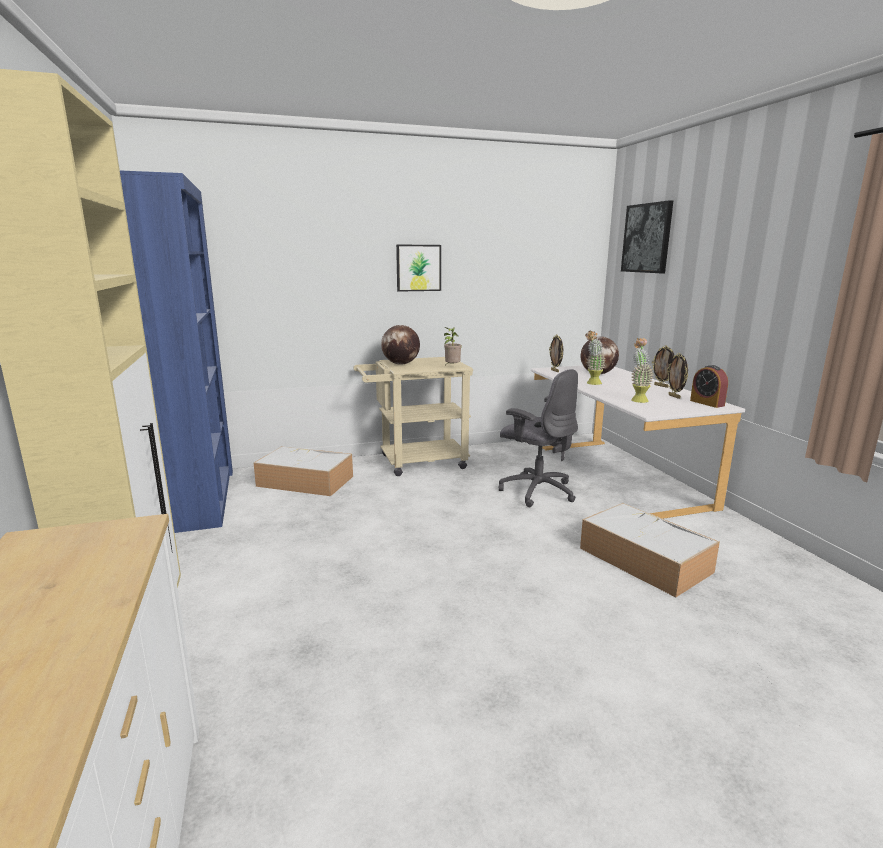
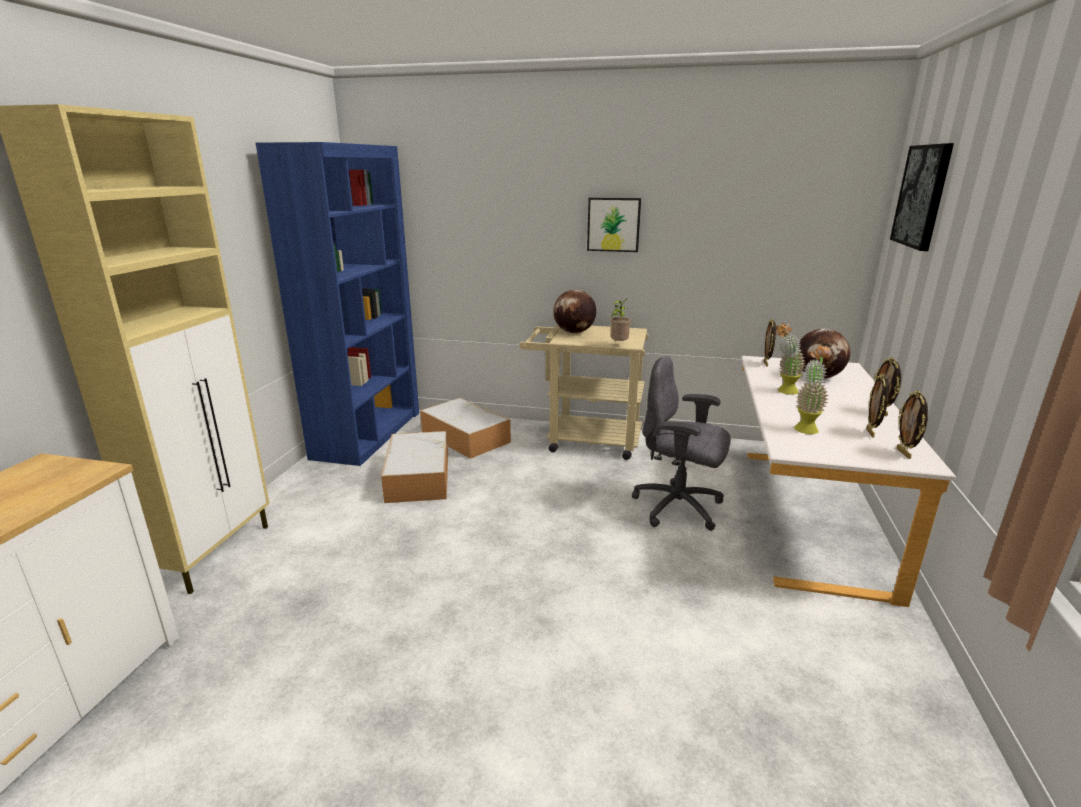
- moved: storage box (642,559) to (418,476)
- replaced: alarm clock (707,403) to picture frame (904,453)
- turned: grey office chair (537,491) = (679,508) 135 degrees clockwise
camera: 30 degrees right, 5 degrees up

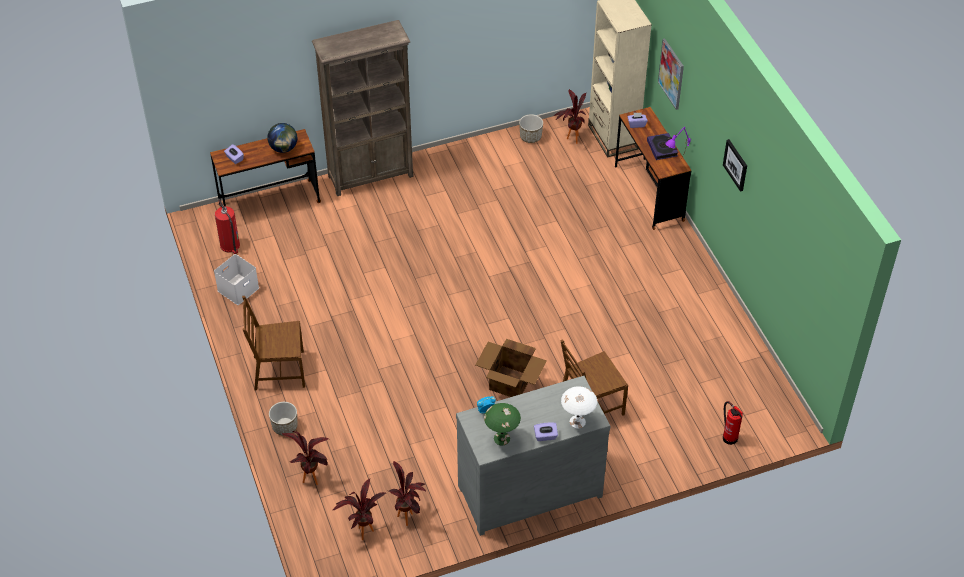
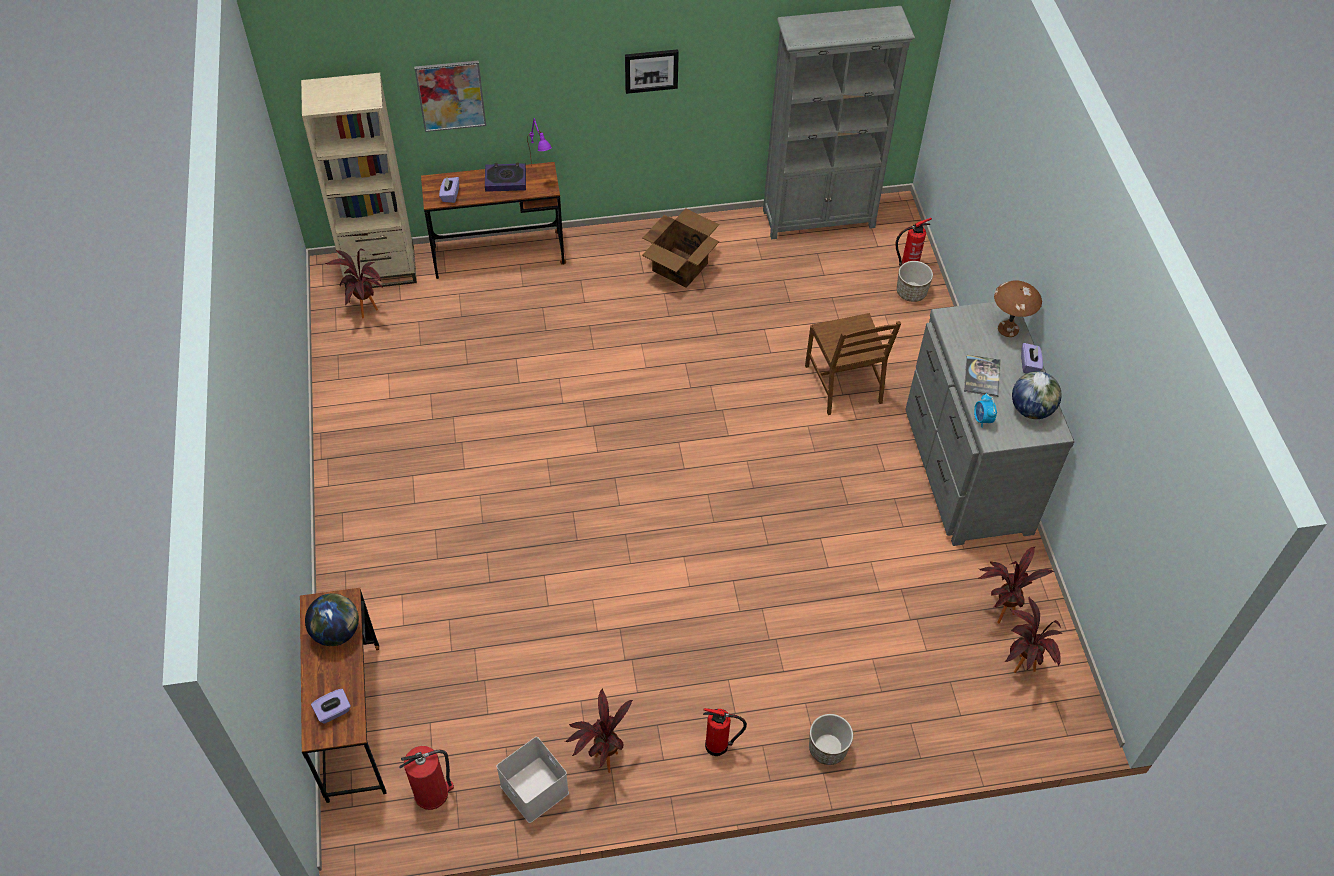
- removed: brown bookcase (371,176)
- added: grey bookcase (819,219)
- added: book (982,376)
- moved: potted plant (311,476) to (600,759)
- moved: cardboard box (511,383) to (680,266)
- moved: planter (530,137) to (911,292)
- replaced: brown chair (278,371) to fire extinguisher (719,746)
- replaced: green table lamp (502,438) to globe (1031,409)
- recoloured: white table lamp (577,422) to brown table lamp (1008,329)
camera: 80 degrees left, 5 degrees up

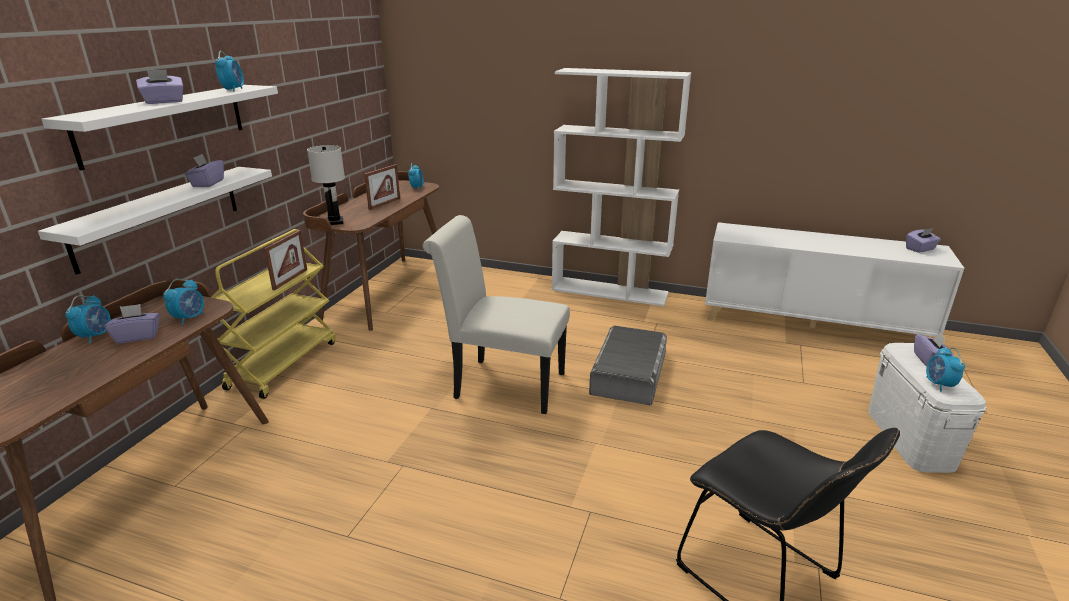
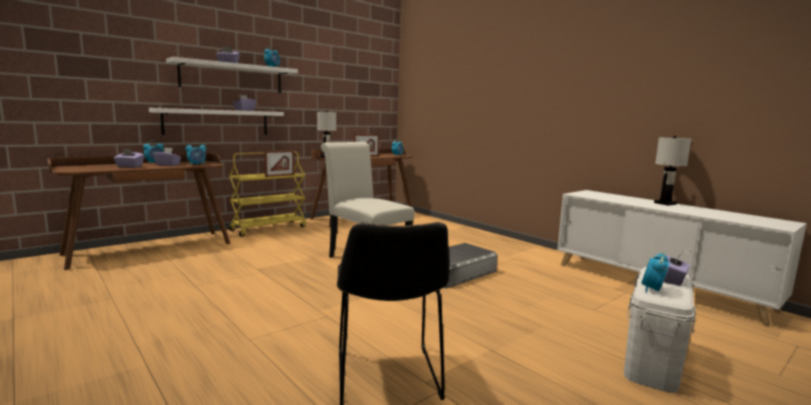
- removed: white bookcase (610,291)
- added: white table lamp (664,203)
- moved: purple tissue box (920,249) to (129,166)
camera: 30 degrees right, 15 degrees down

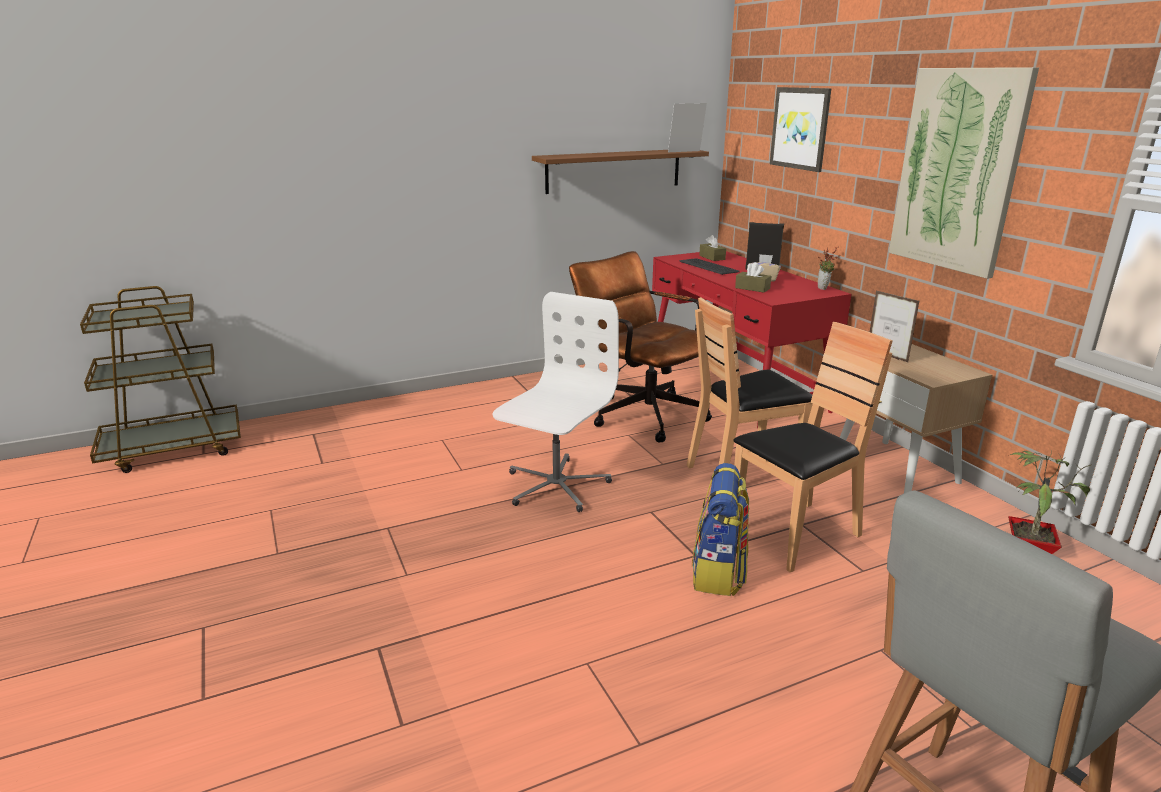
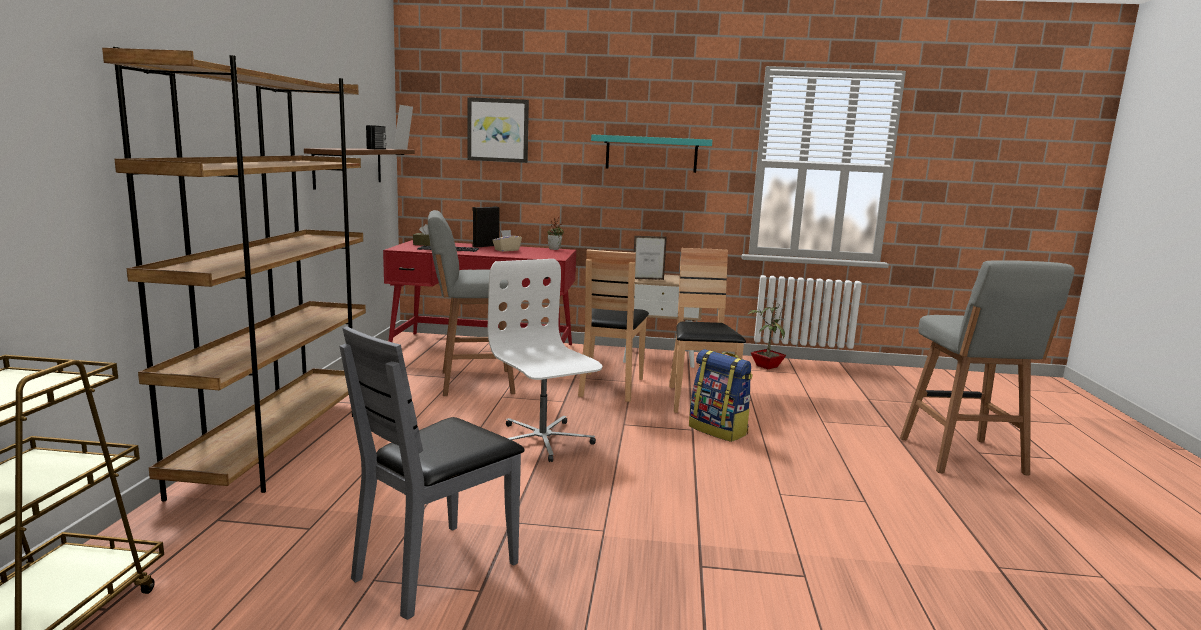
- removed: brown tissue box (752,288)
- added: brown bookcase (279,446)
- added: grey chair (436,569)
- added: radio (377,149)
- replaced: brown office chair (641,412) to grey stool (473,382)
- replaced: picture (957,170) to turquoise shelf (651,154)
camera: 60 degrees left, 10 degrees down

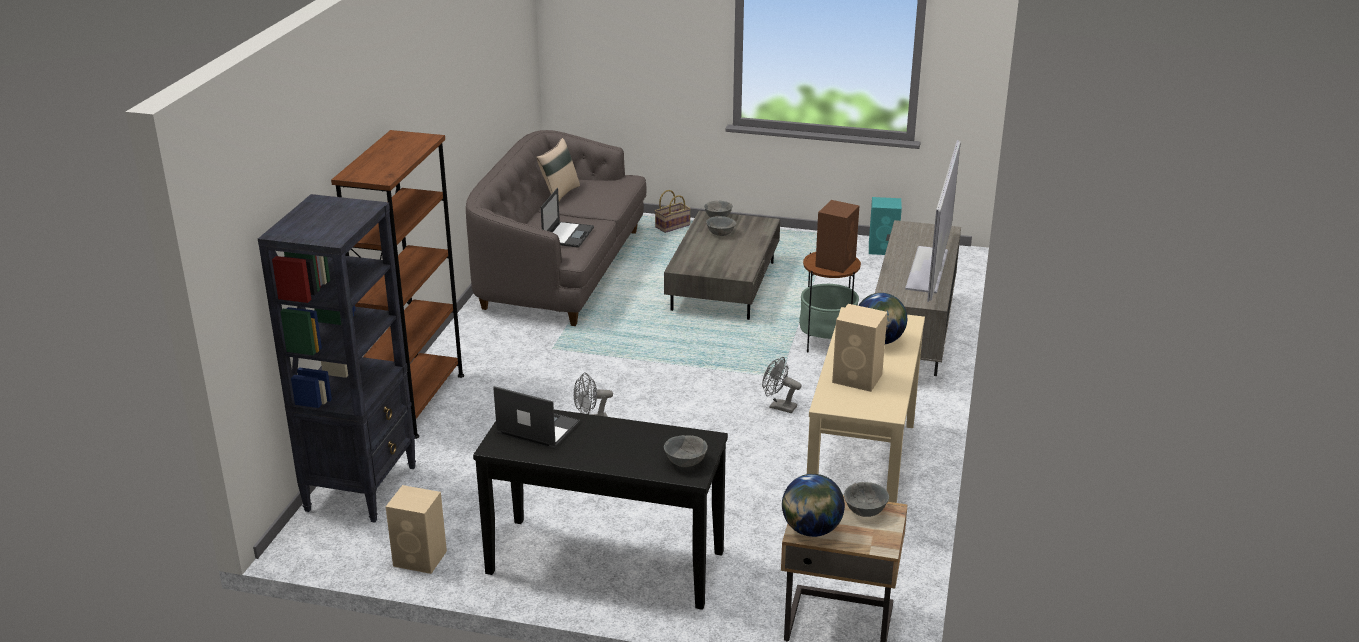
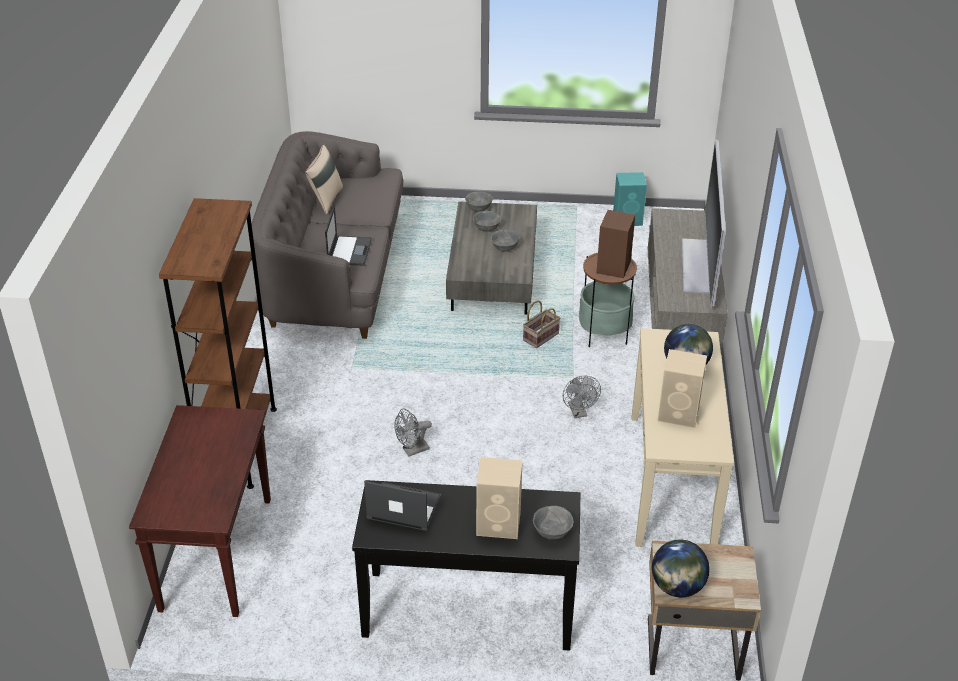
- moved: beige speaker (421,559) to (499,524)
- moved: basket (673,226) to (541,336)
- moved: grey bowl (865,511) to (504,248)
- replaced: black bookcase (362,487) to brown console table (216,553)
- turned: grey fan (778,406) = (579,413) 120 degrees counterclockwise
camera: 10 degrees left, 10 degrees up

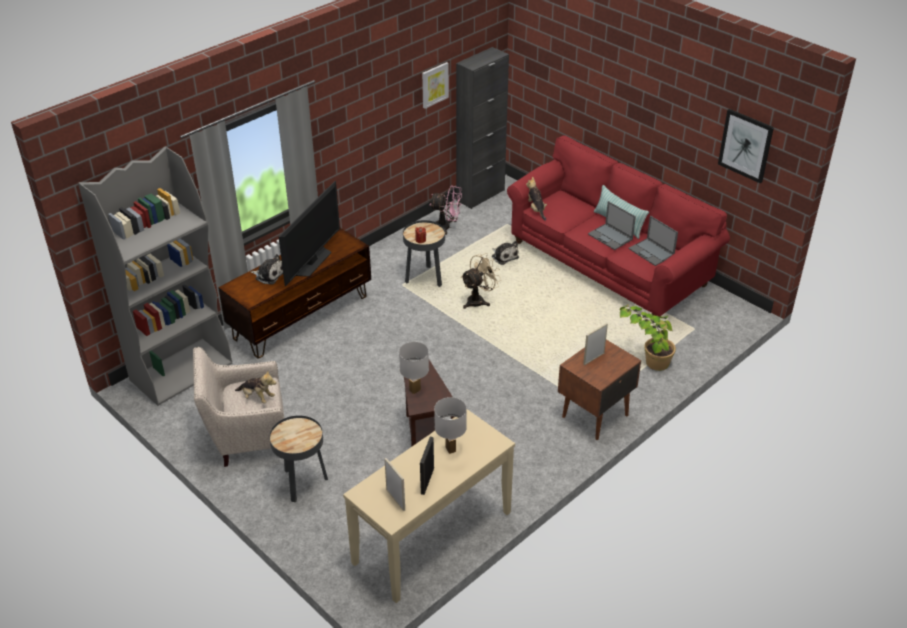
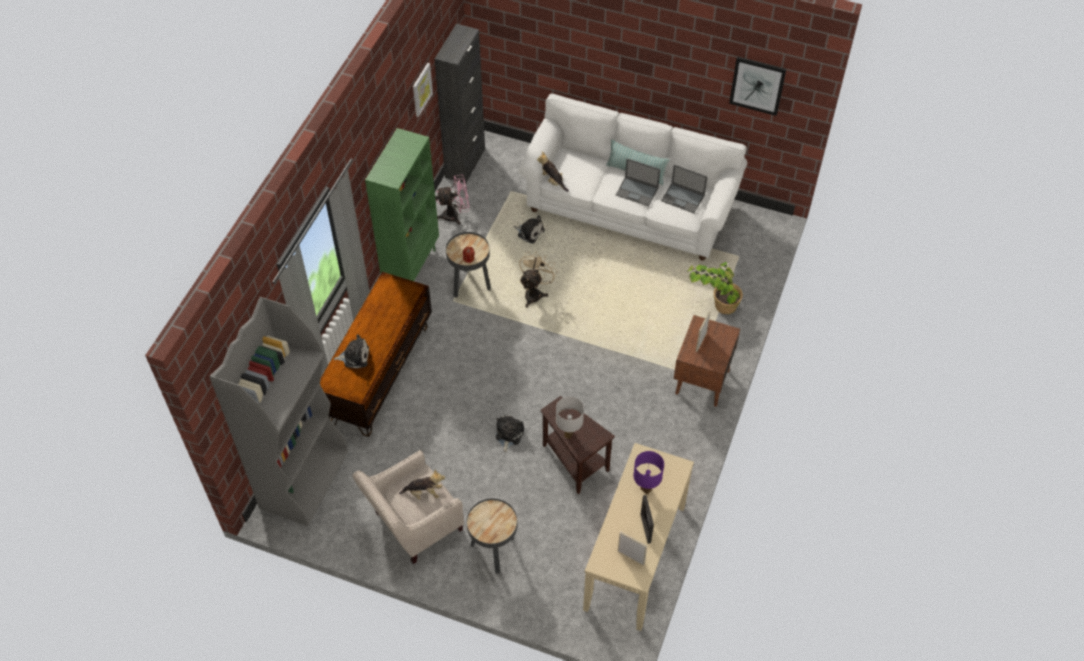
- removed: television (312,262)
- added: green bookcase (411,266)
- added: plush toy (508,435)
- recoloured: white table lamp (450,449) to purple table lamp (645,489)
- recoloured: red sofa (609,264) to white sofa (629,208)
camera: 25 degrees left, 15 degrees up

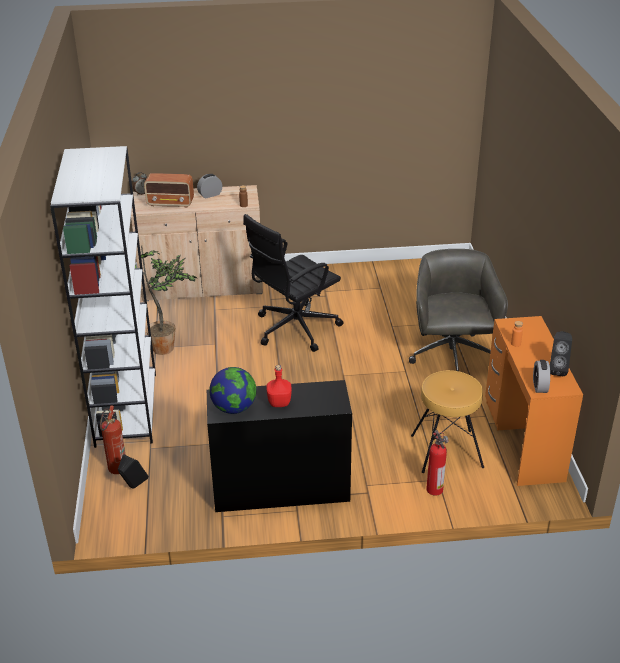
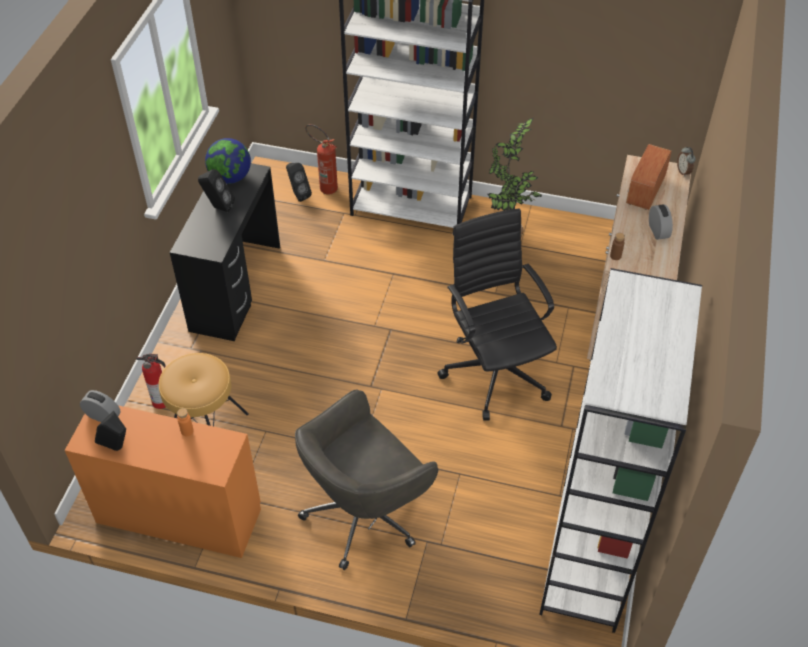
- added: white bookcase (588,559)
- replaced: red bottle (279,403) to black speaker (218,207)
- turned: grey office chair (451,356) = (365,513) 120 degrees clockwise
camera: 110 degrees right, 15 degrees up

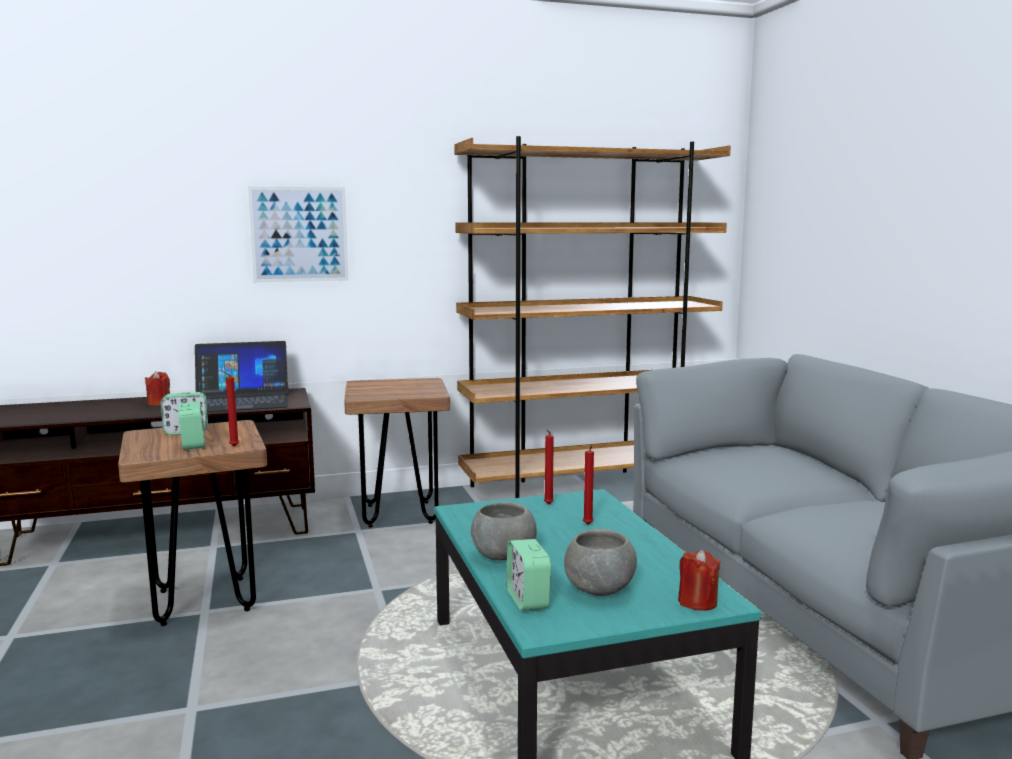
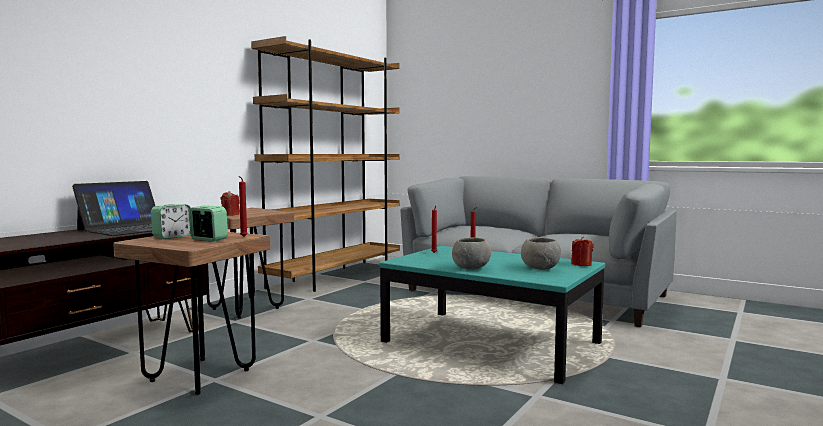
- removed: picture (299,234)
- removed: alarm clock (527,600)
- moved: red candle (159,403) to (230,215)
camera: 40 degrees left, 5 degrees down

